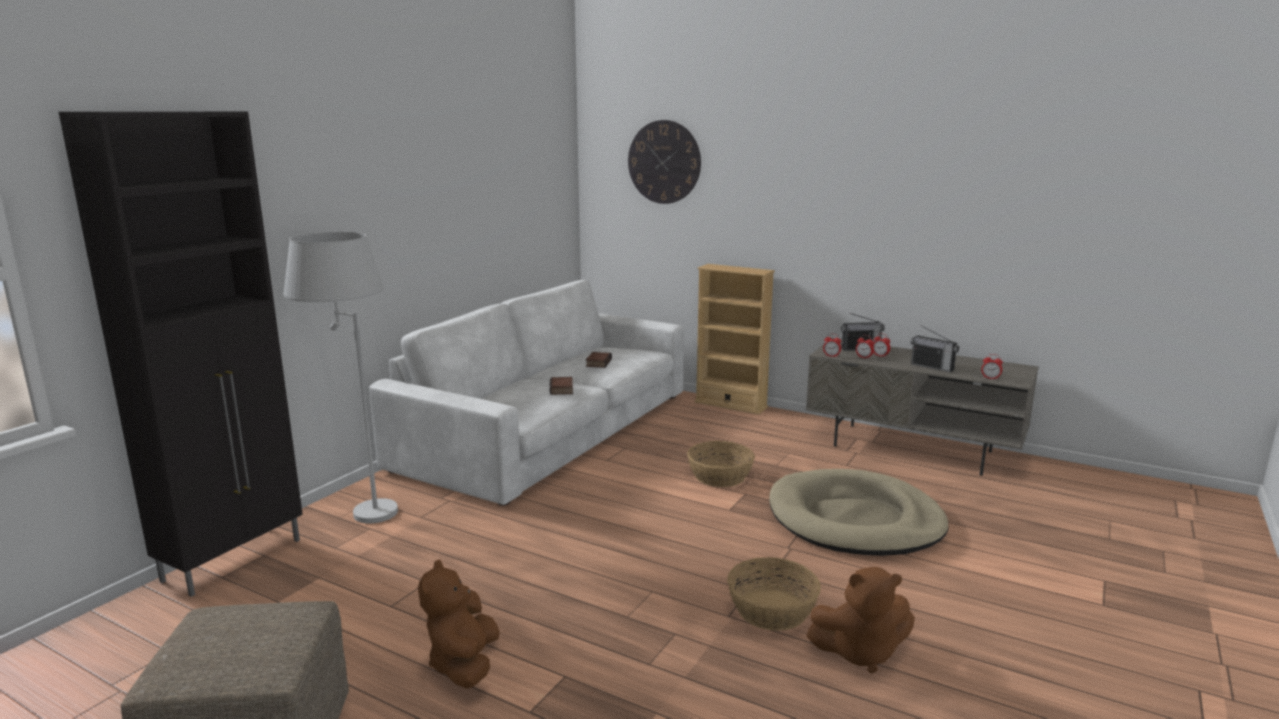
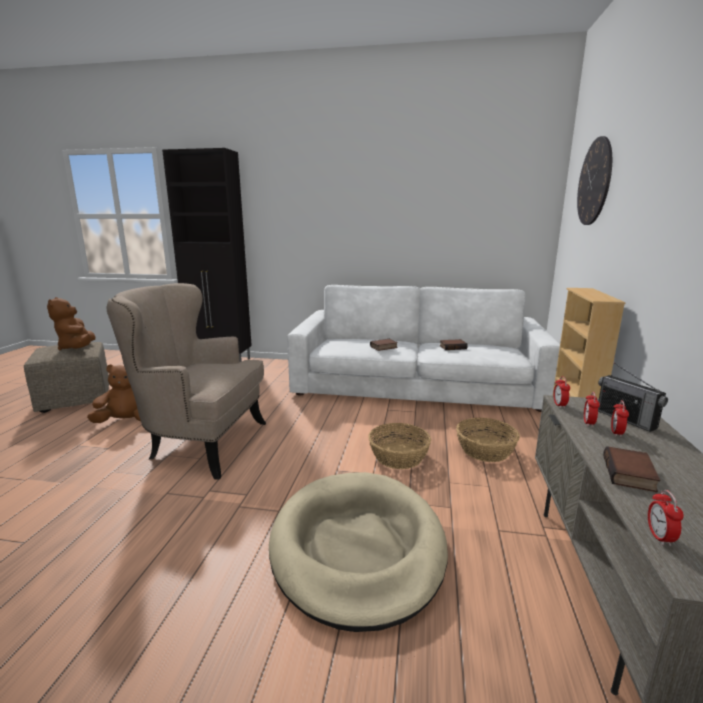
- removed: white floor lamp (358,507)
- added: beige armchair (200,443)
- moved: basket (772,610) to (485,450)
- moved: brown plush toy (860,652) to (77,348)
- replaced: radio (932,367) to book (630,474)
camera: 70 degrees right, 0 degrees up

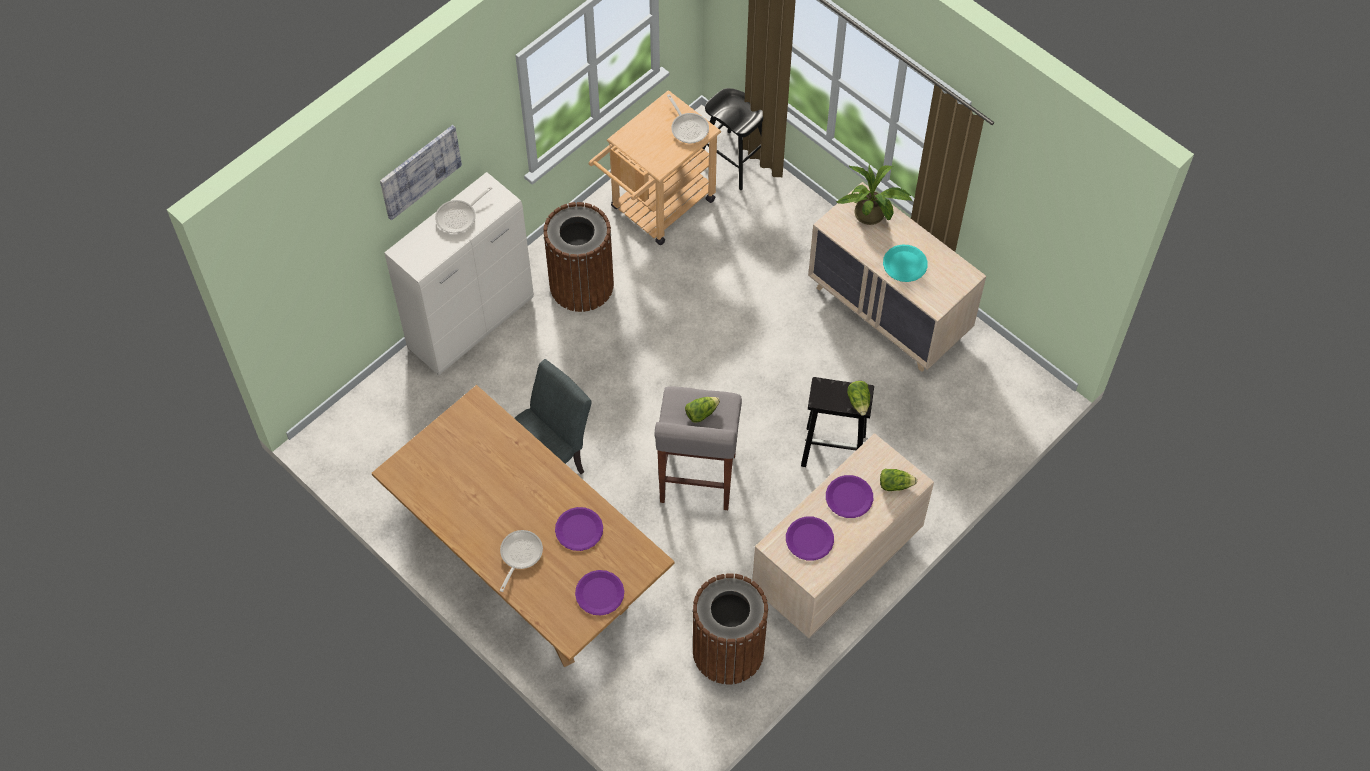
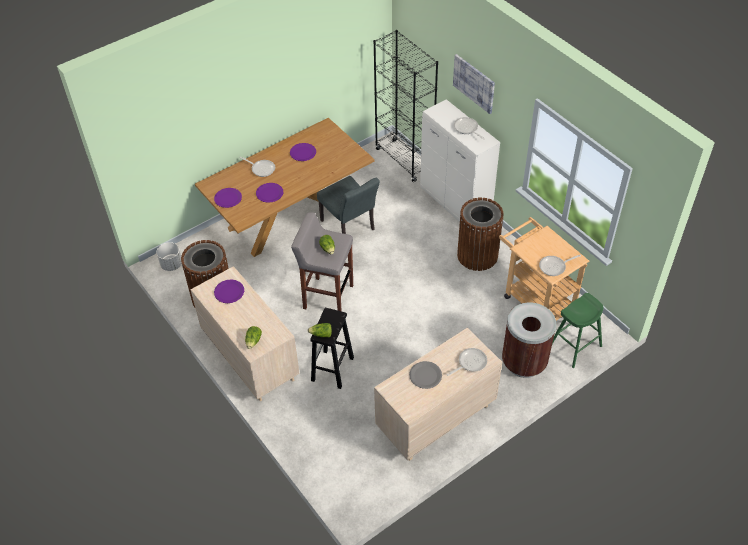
- added: white planter (171,264)
- added: black bookcase (404,160)
- added: brown trash can (524,362)
- moved: purple plate (849,497) to (303,153)
- replaced: potted plant (872,216) to frying pan (470,363)
- recoloured: black stool (734,160) to green stool (575,346)
- recoloured: turquoise plate (904,264) to grey plate (425,375)
camera: 100 degrees right, 10 degrees down

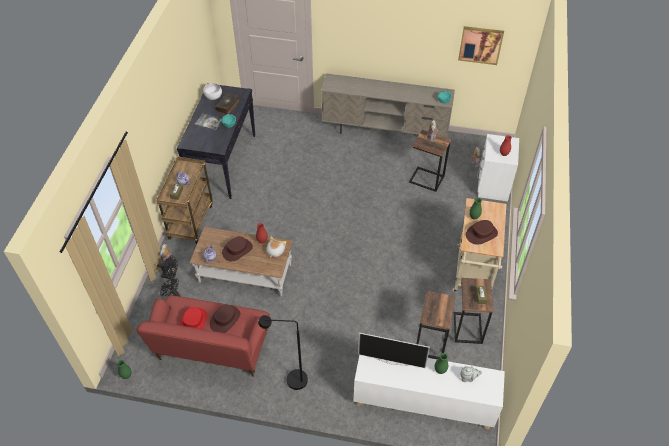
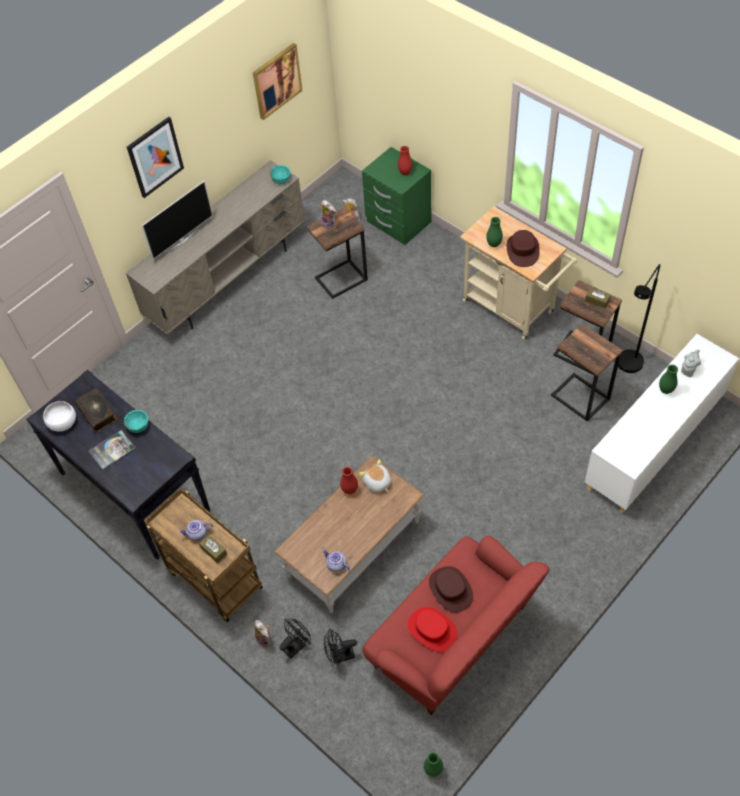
- removed: brown hat (237,250)
- added: picture (155,157)
- moved: black floor lamp (290,380) to (627,368)
- moved: television (391,361) to (182,240)
- recoloured: white nightstand (492,185) to green nightstand (398,222)
camera: 55 degrees left, 5 degrees up

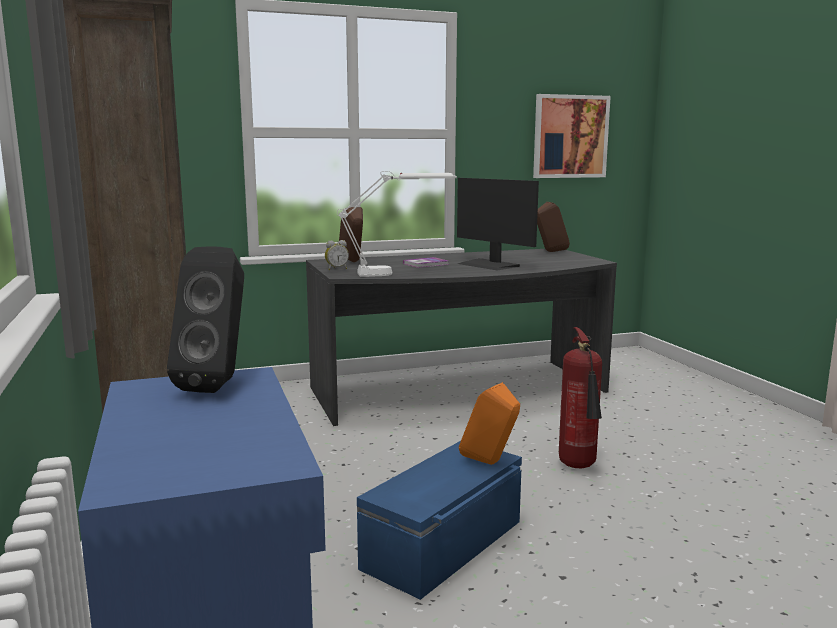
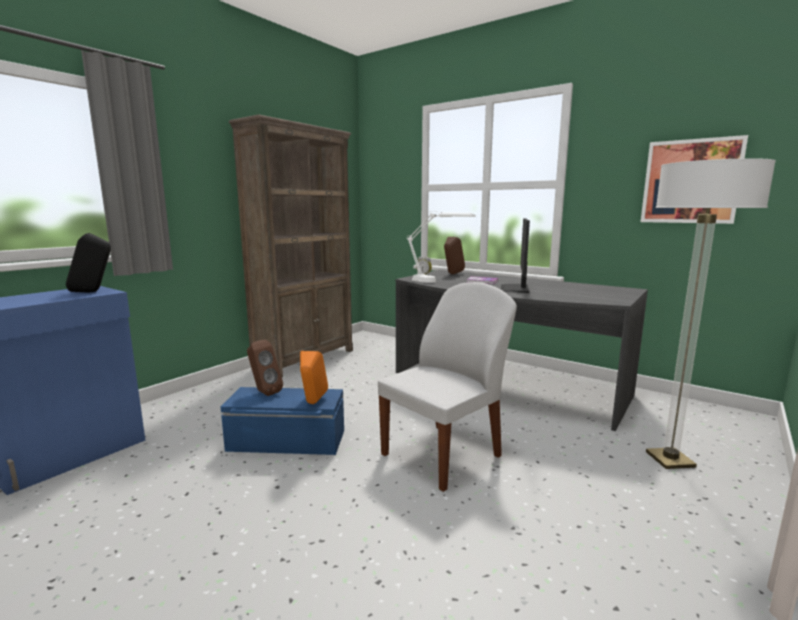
- added: floor lamp (670,460)
- moved: brown speaker (550,251) to (264,392)
- replaced: fire extinguisher (579,467) to white chair (444,454)
camera: 55 degrees right, 0 degrees up

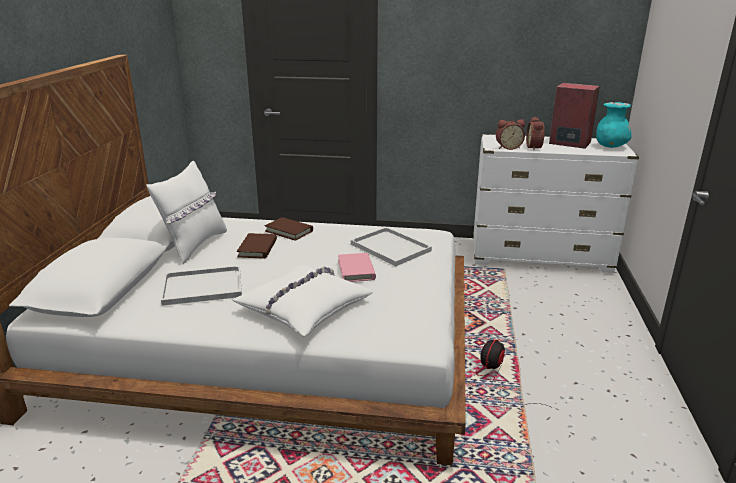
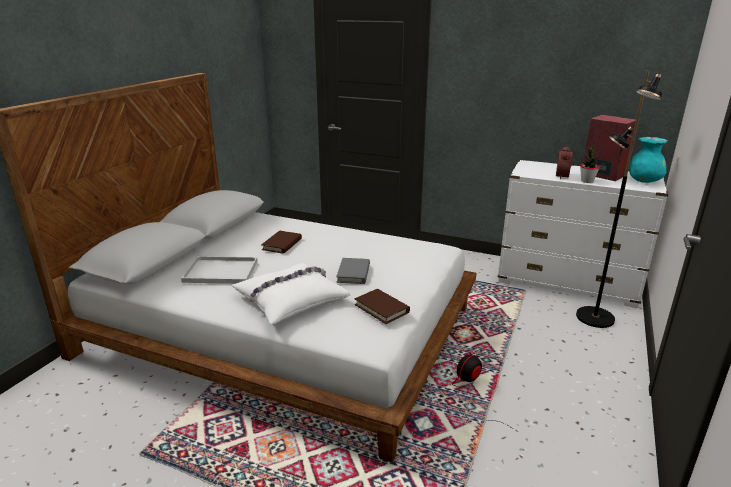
- removed: white pillow (194,245)
- removed: white tray (392,248)
- removed: alarm clock (508,147)
- added: black floor lamp (594,318)
- added: potted plant (587,181)
- moved: brown book (289,231) to (381,308)
- recoloured: pink book (356,270) to grey book (353,273)
camera: 15 degrees right, 0 degrees up

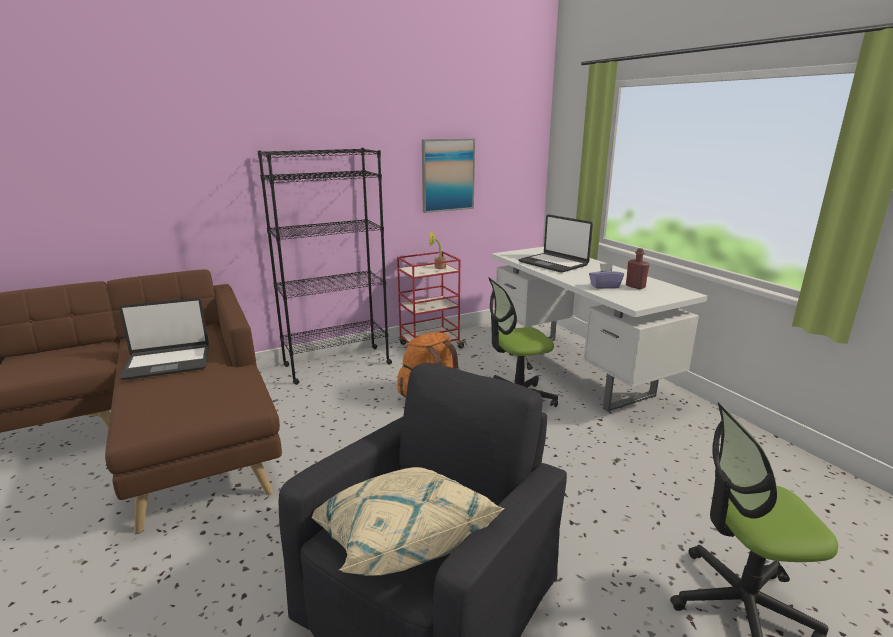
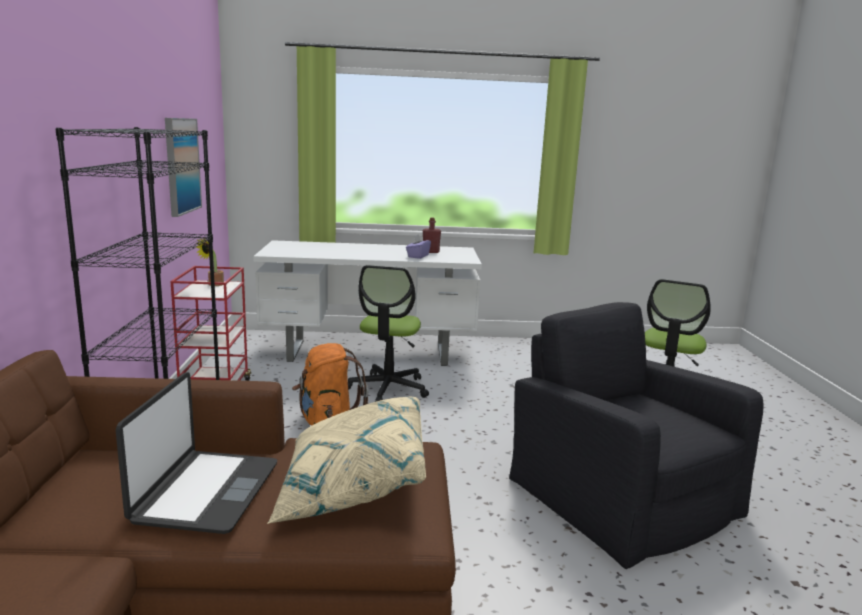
- removed: laptop (553,263)
- moved: beige pillow (399,540) to (352,488)
camera: 65 degrees left, 5 degrees down

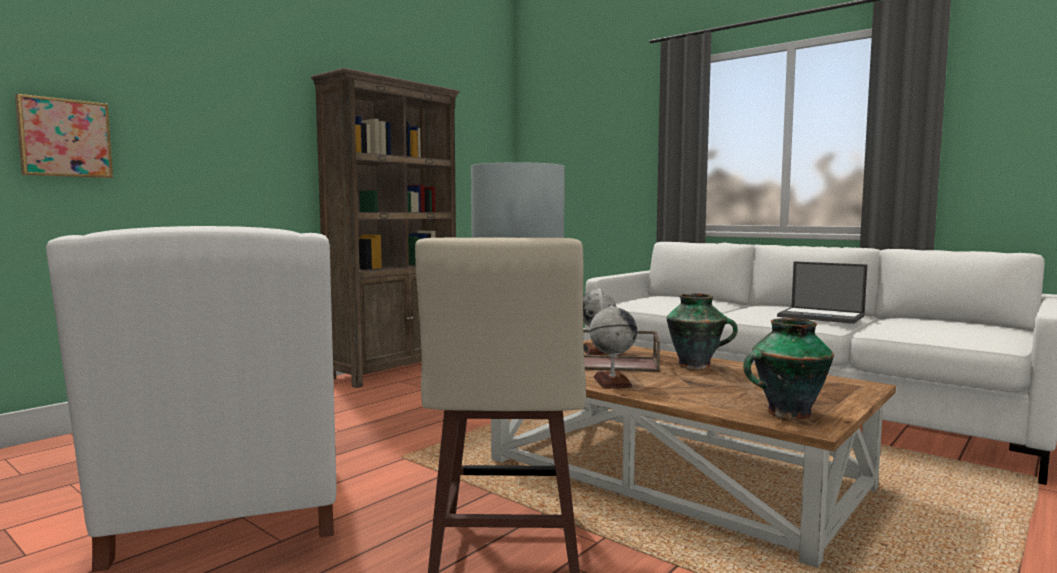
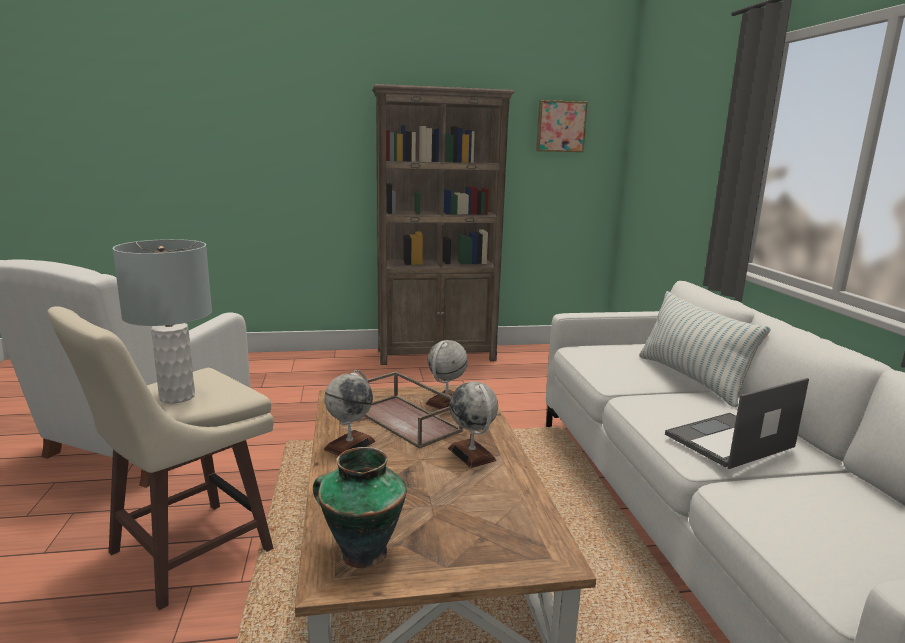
- added: pillow (691,379)
- moved: picture (64,138) to (560,126)
- replaced: vase (696,366) to globe (472,454)
- turned: laptop (822,316) = (728,441) 75 degrees clockwise
camera: 40 degrees right, 10 degrees up

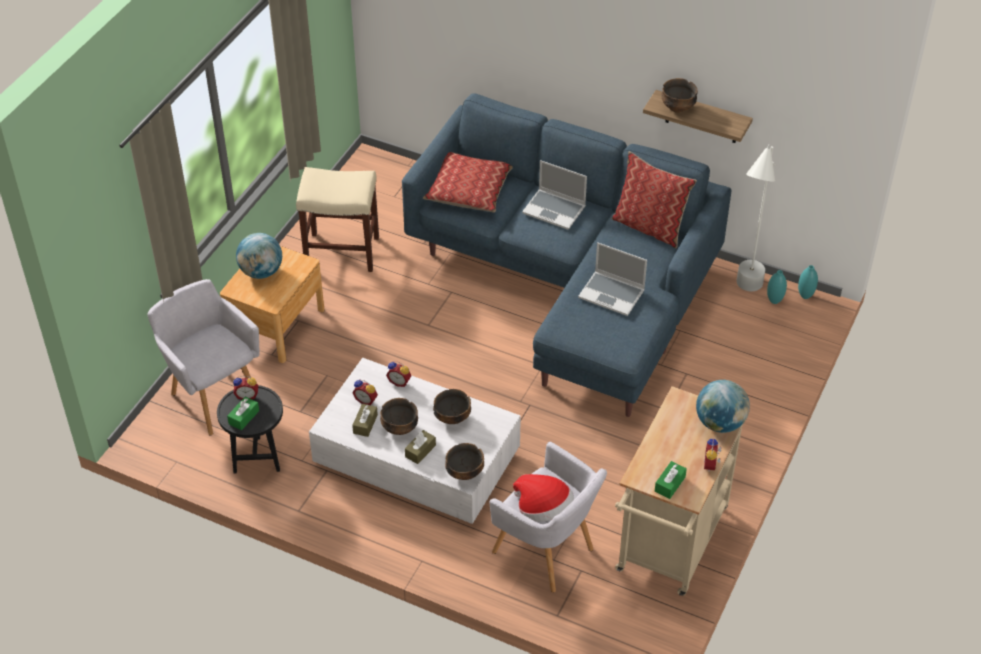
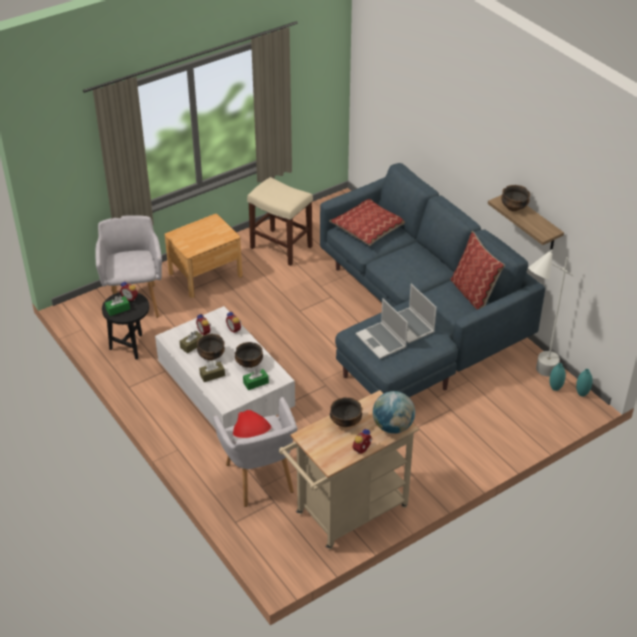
- removed: globe (261,272)
- moved: bowl (464,472) to (345,422)
- moved: laptop (555,210) to (382,341)
- moved: green tissue box (670,484) to (256,383)
camera: 30 degrees right, 5 degrees down

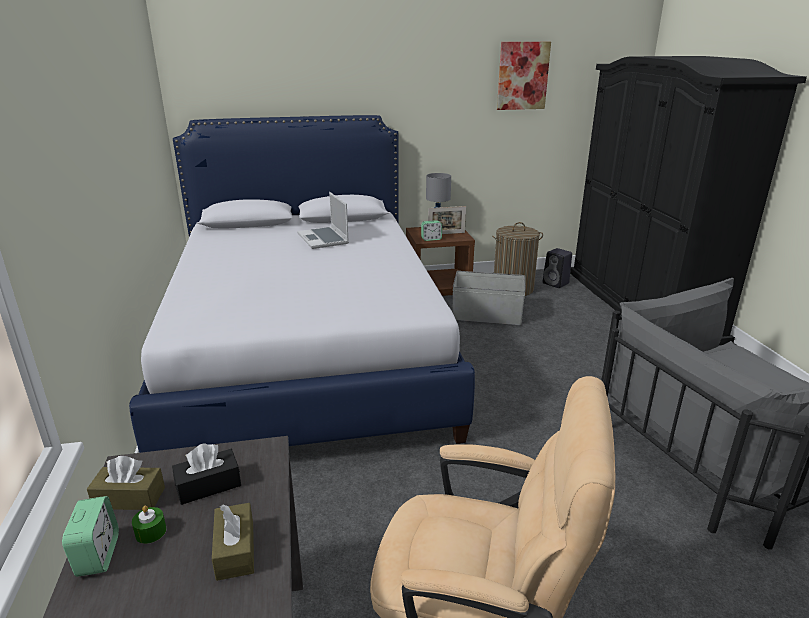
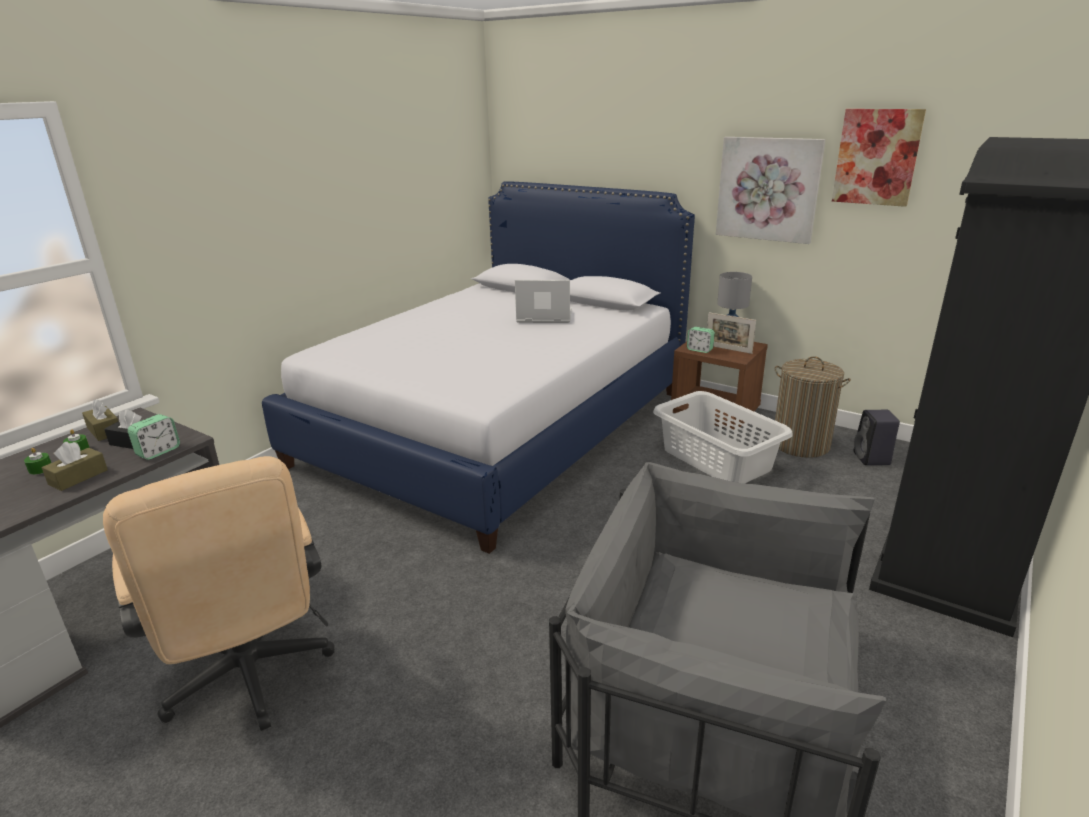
- added: green candle (40,469)
- added: picture (768,189)
- moved: alarm clock (98,555) to (158,452)
- replaced: grey storage box (487,315) to grey laundry basket (716,459)
- turned: laptop (324,239) = (543,317) 75 degrees clockwise
camera: 45 degrees right, 0 degrees up

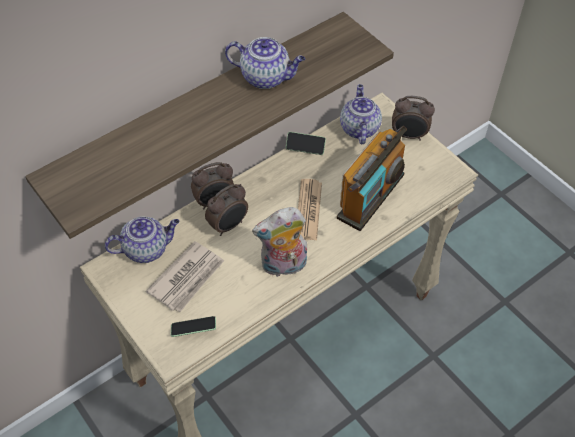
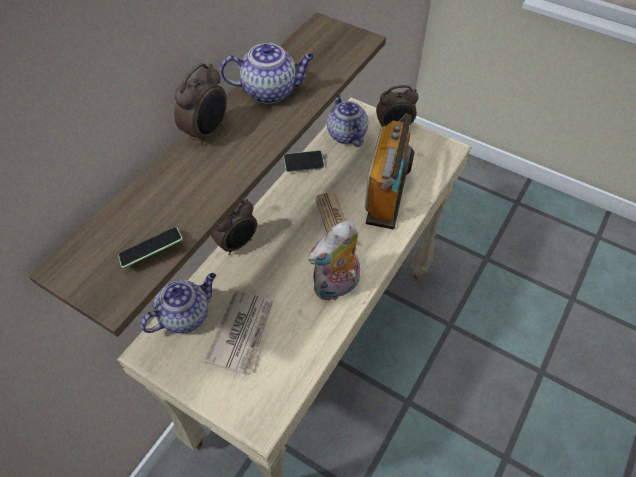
- moved: phone (194,329) to (152,252)
- moved: alarm clock (229,226) to (207,132)
camera: 20 degrees left, 0 degrees up

